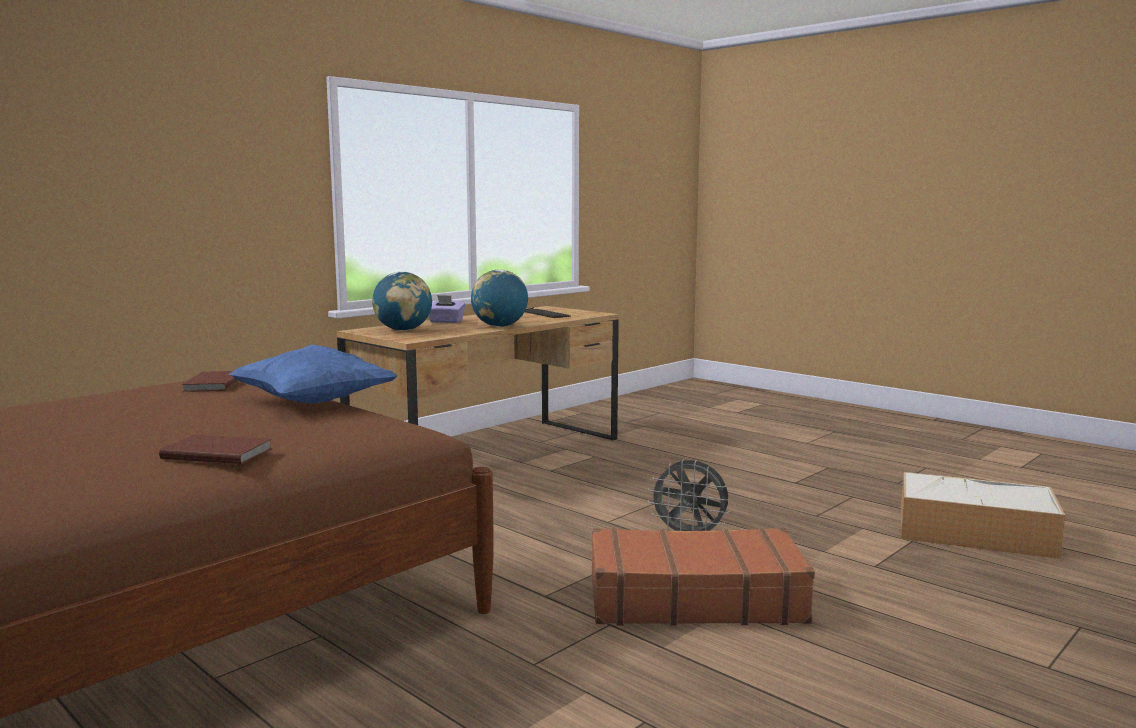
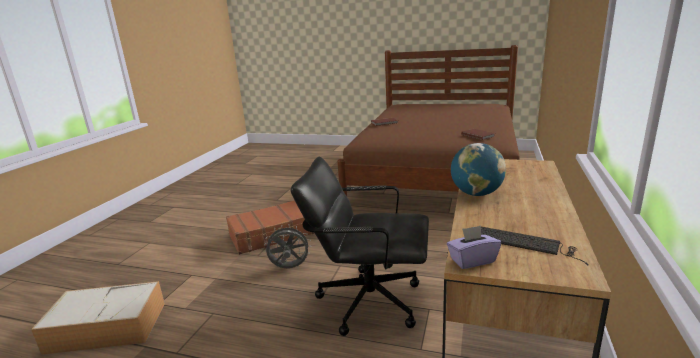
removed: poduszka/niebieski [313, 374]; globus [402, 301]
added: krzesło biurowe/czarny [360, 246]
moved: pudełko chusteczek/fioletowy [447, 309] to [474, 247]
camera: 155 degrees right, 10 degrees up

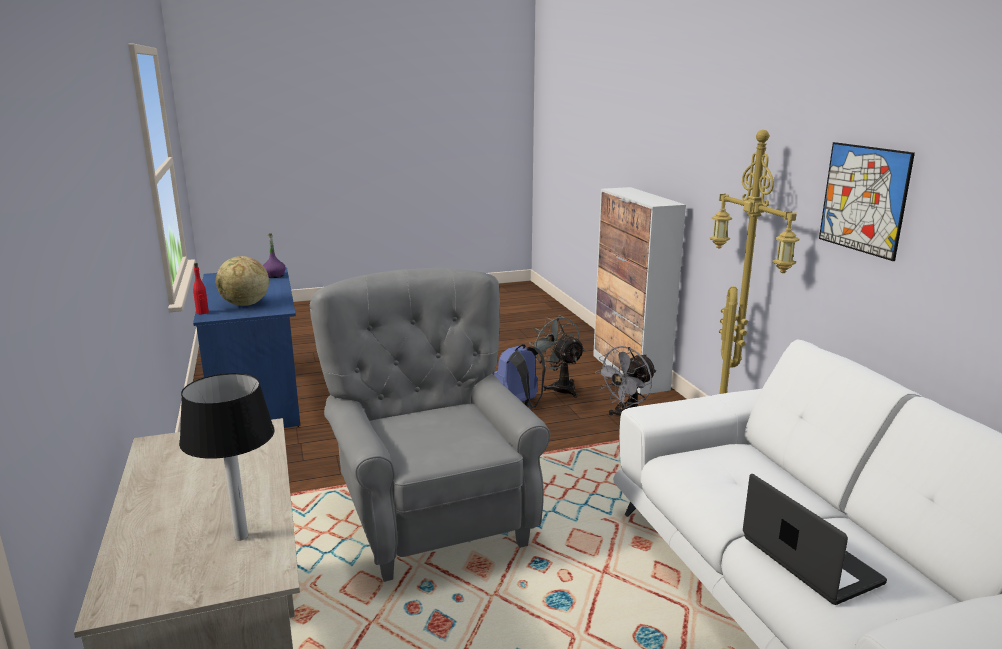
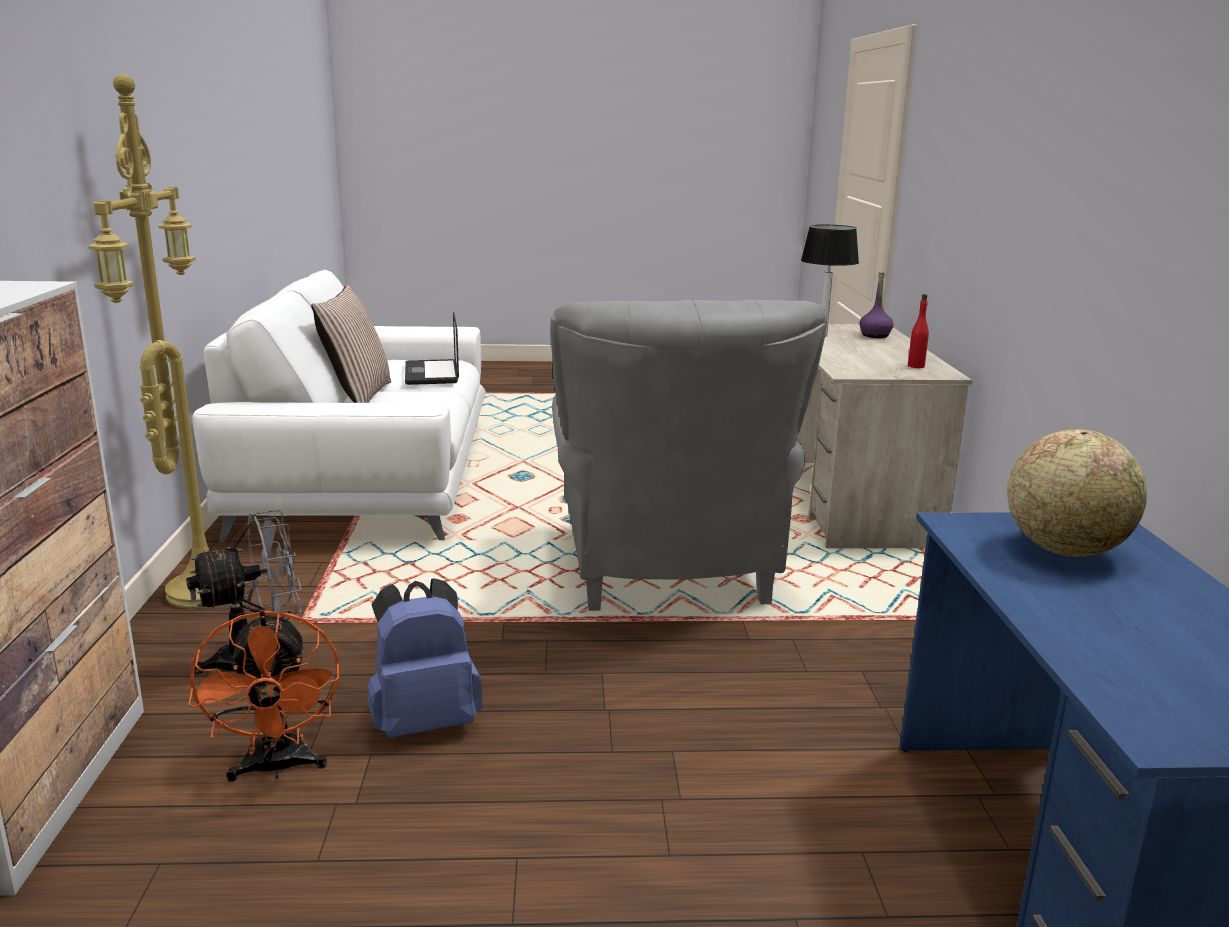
removed: obraz [867, 201]
added: poduszka [351, 343]
moved: butelka/czerwony [201, 288] to [918, 331]; butelka/fioletowy [274, 256] to [876, 304]
recoloured: wentylator/szary [557, 356] to wentylator/pomarańczowy [264, 696]
camera: 165 degrees left, 0 degrees up

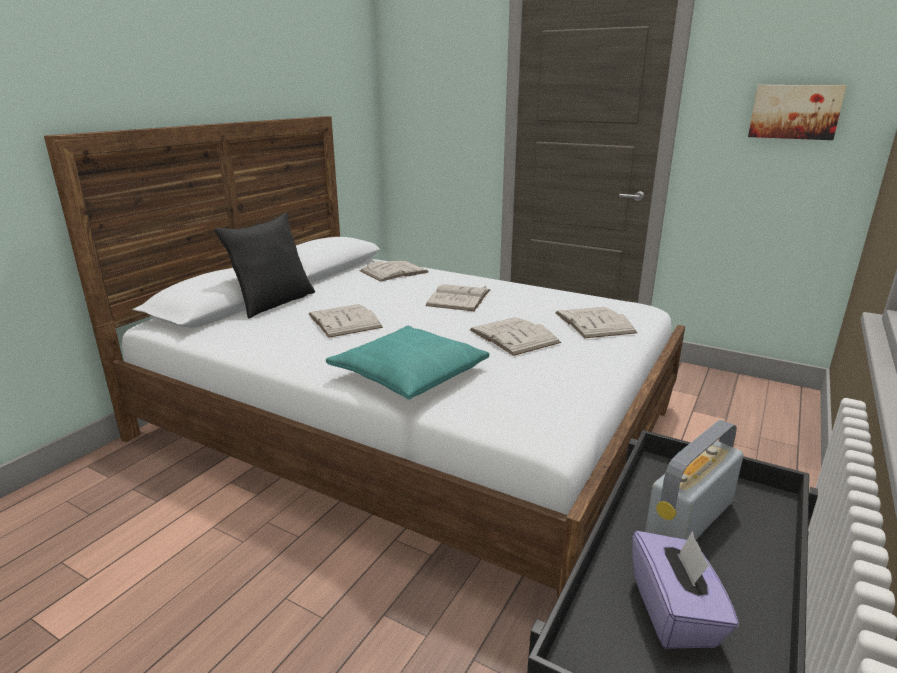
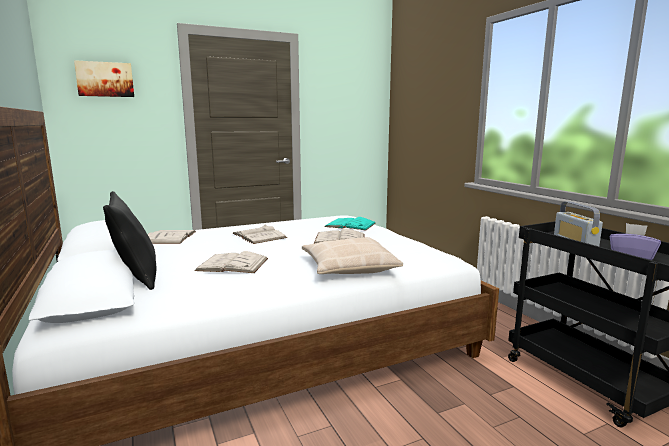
moved: obraz [797, 112] to [104, 78]
recoloured: poduszka/turkusowy [407, 362] to poduszka/beżowy [352, 255]; książka/biały [596, 322] to książka/turkusowy [349, 223]
camera: 55 degrees left, 10 degrees down

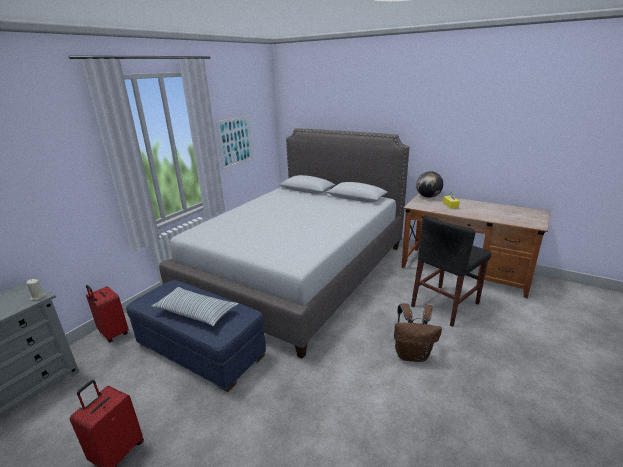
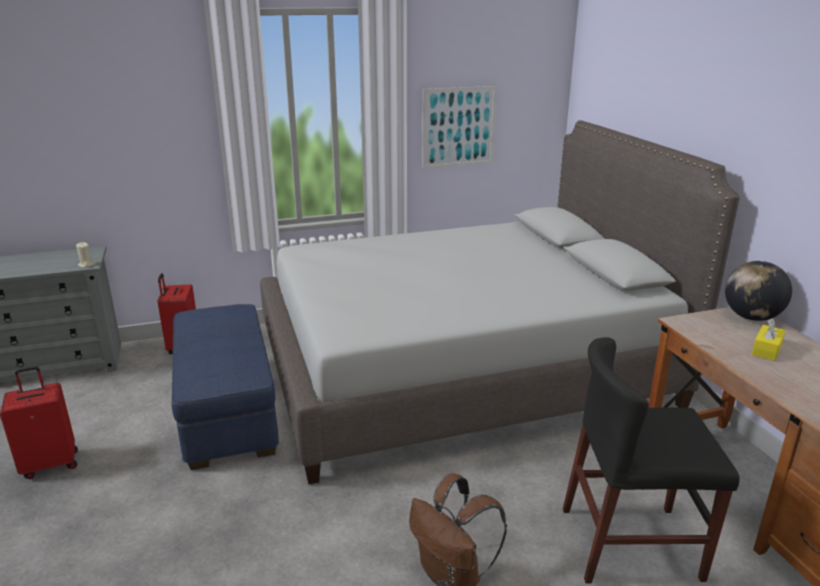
removed: poduszka [194, 306]
camera: 40 degrees right, 0 degrees up

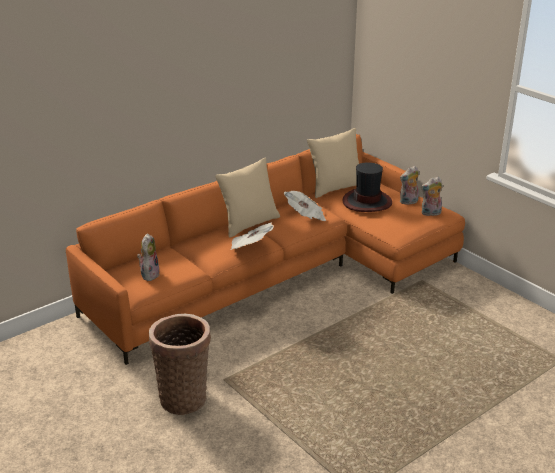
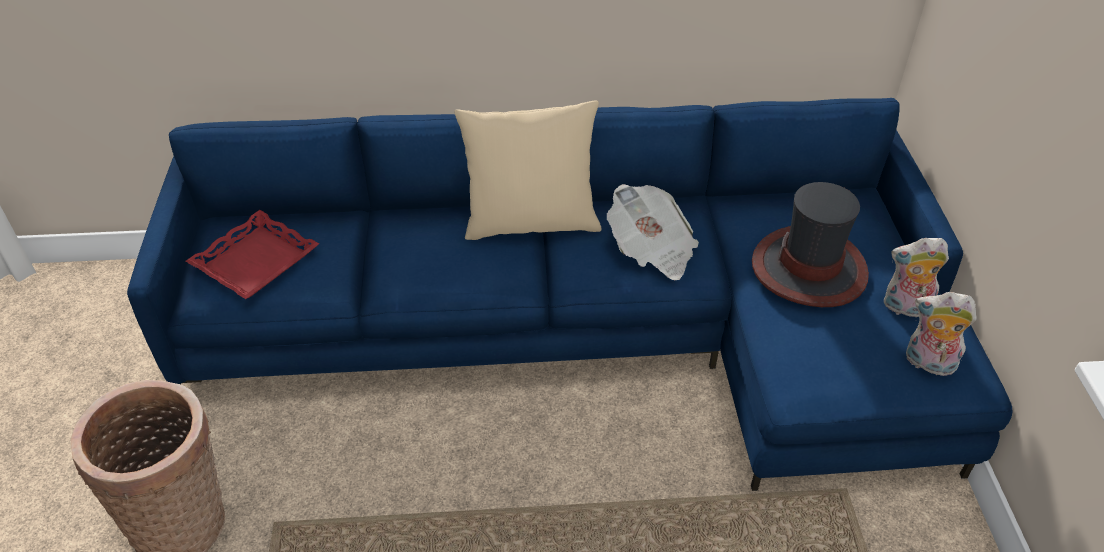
removed: gazeta [252, 236]; poduszka/beżowy [333, 163]
replaced: pluszak [148, 257] to taca/czerwony [252, 254]
recoloured: kanapa/pomarańczowy [265, 249] to kanapa/niebieski [569, 294]
camera: 35 degrees right, 15 degrees up

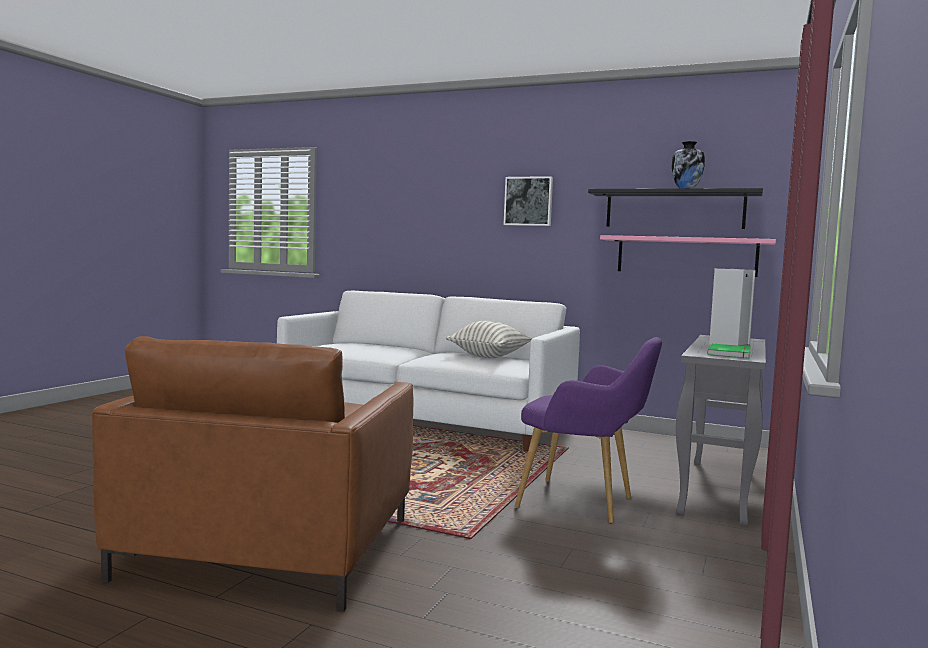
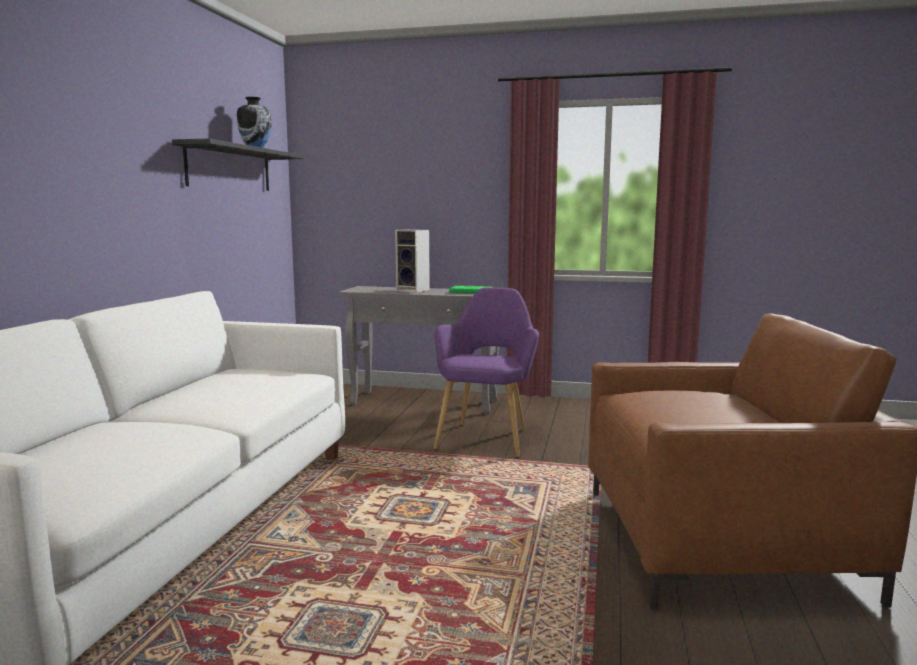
removed: poduszka [489, 339]; obraz [528, 201]; półka/różowy [688, 256]
camera: 100 degrees left, 5 degrees up

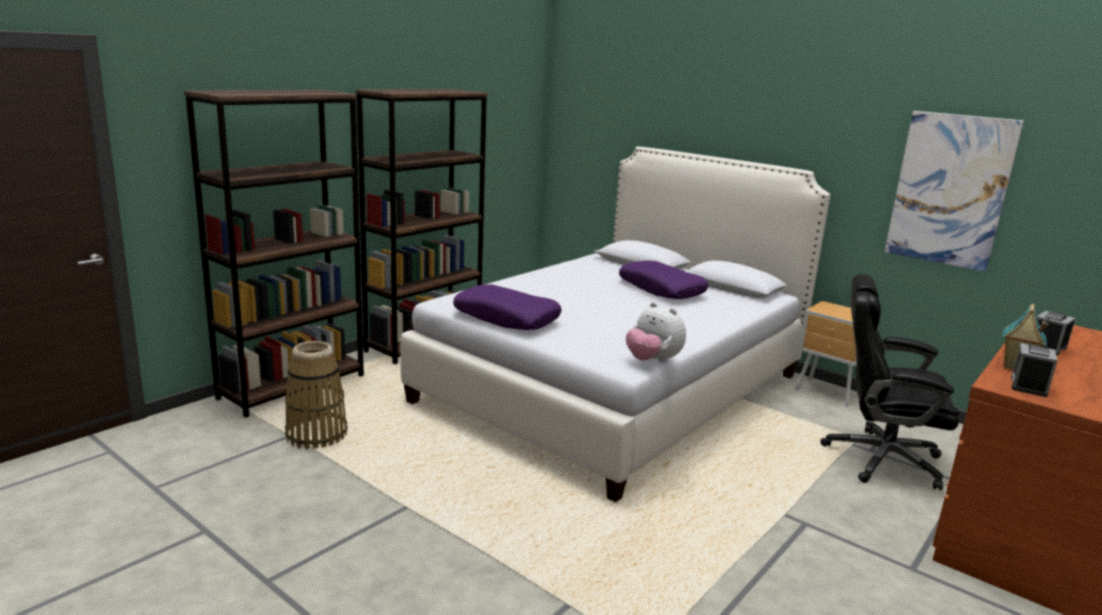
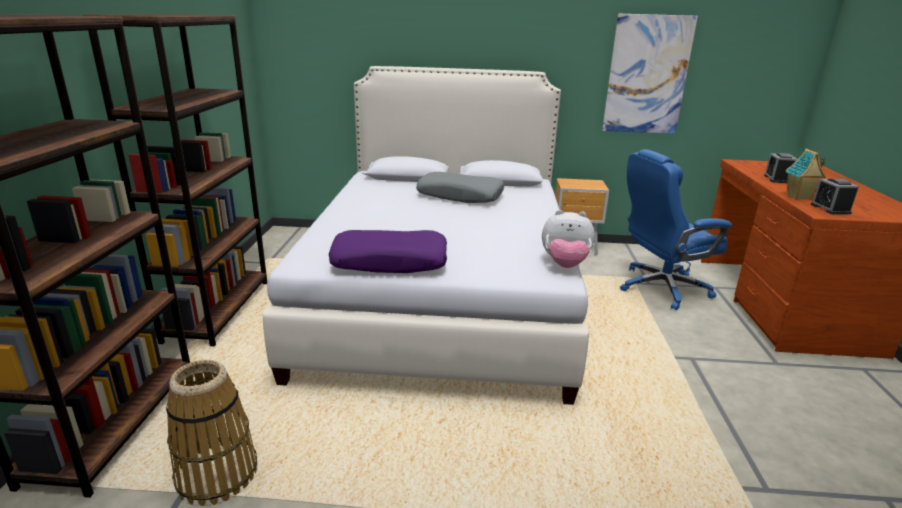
recoloured: poduszka/fioletowy [664, 279] to poduszka/szary [460, 187]; krzesło biurowe/czarny [890, 382] to krzesło biurowe/niebieski [676, 229]
camera: 35 degrees left, 5 degrees up

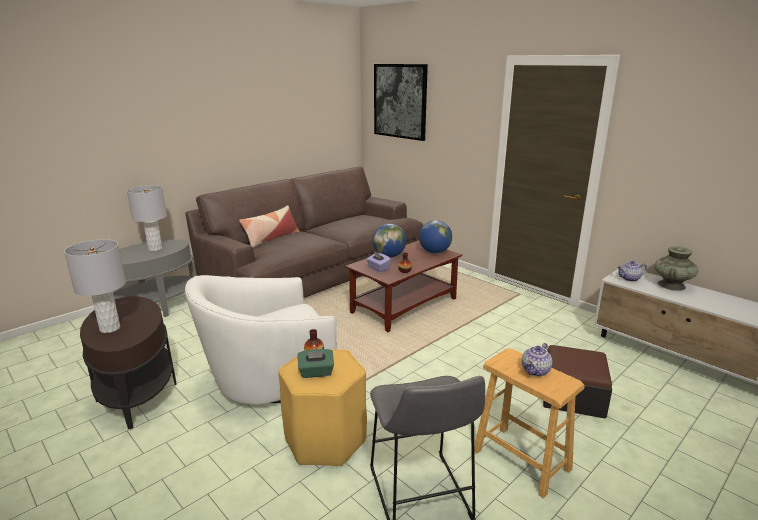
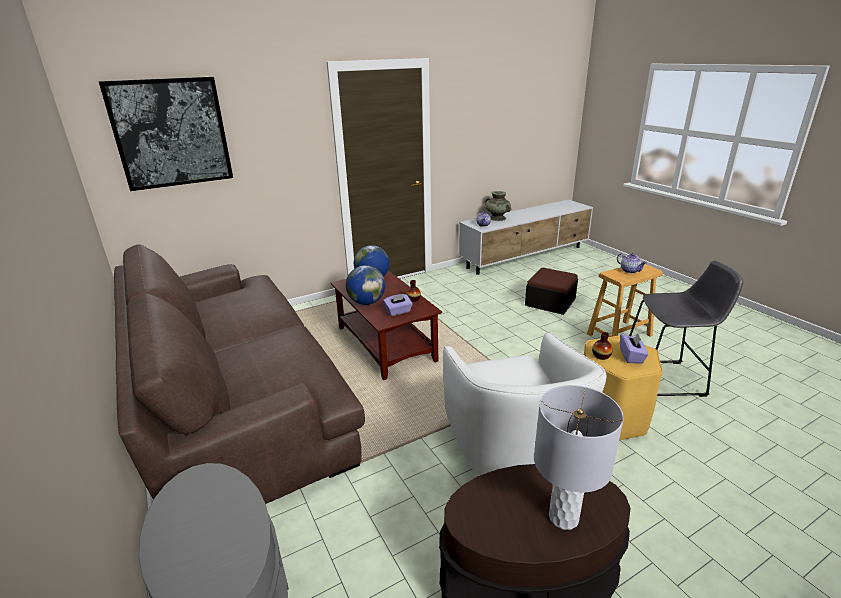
removed: lampa stołowa/szary [147, 218]; poduszka [269, 226]
recoloured: pudełko chusteczek/zielony [316, 363] to pudełko chusteczek/fioletowy [634, 348]
camera: 75 degrees left, 5 degrees up

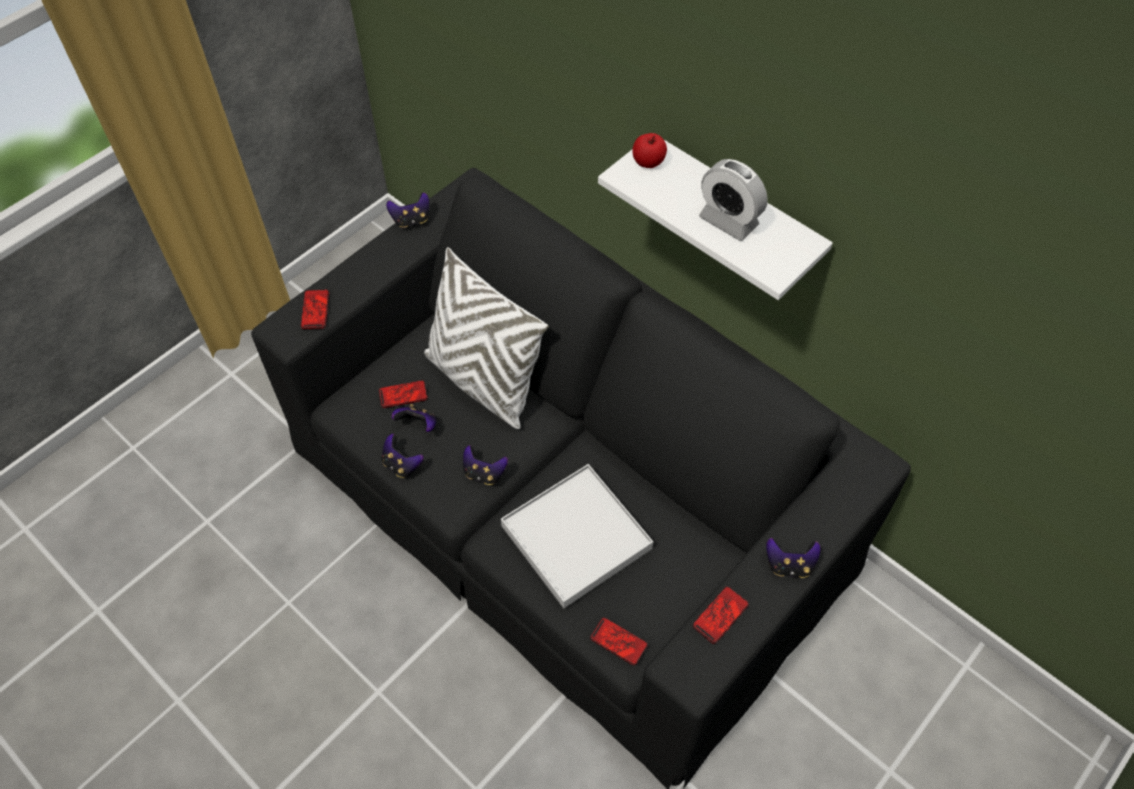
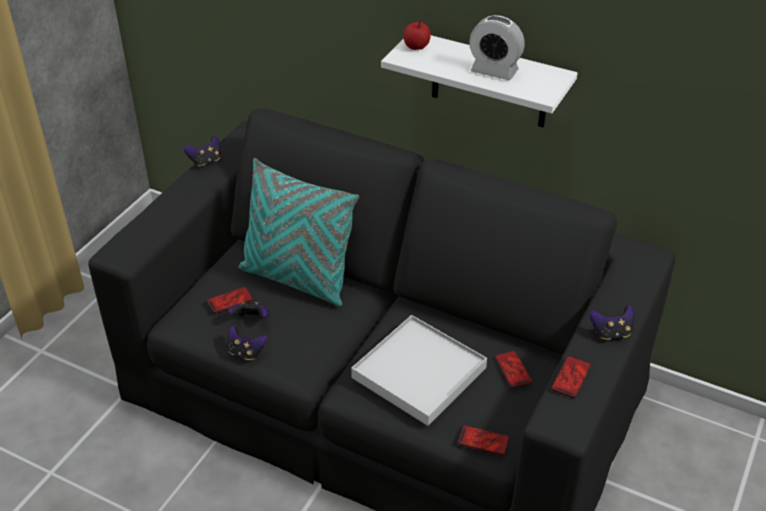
removed: pad do gier [485, 465]
moved: telefon [315, 309] to [513, 369]
recoloured: poduszka/biały [486, 338] to poduszka/turkusowy [299, 232]
camera: 15 degrees left, 15 degrees down

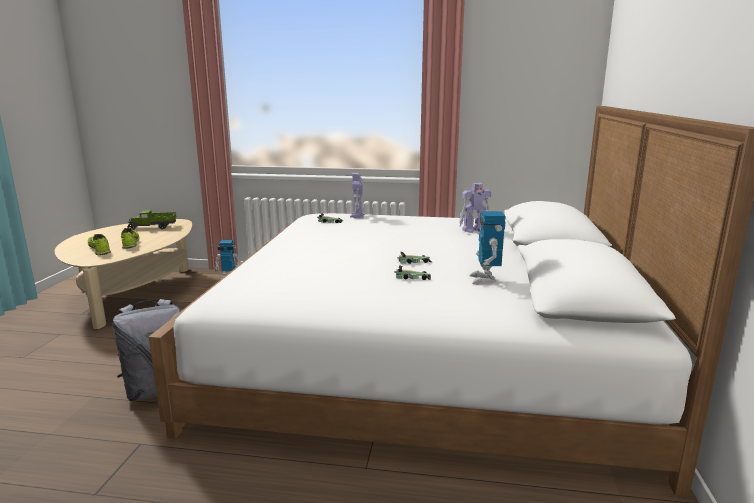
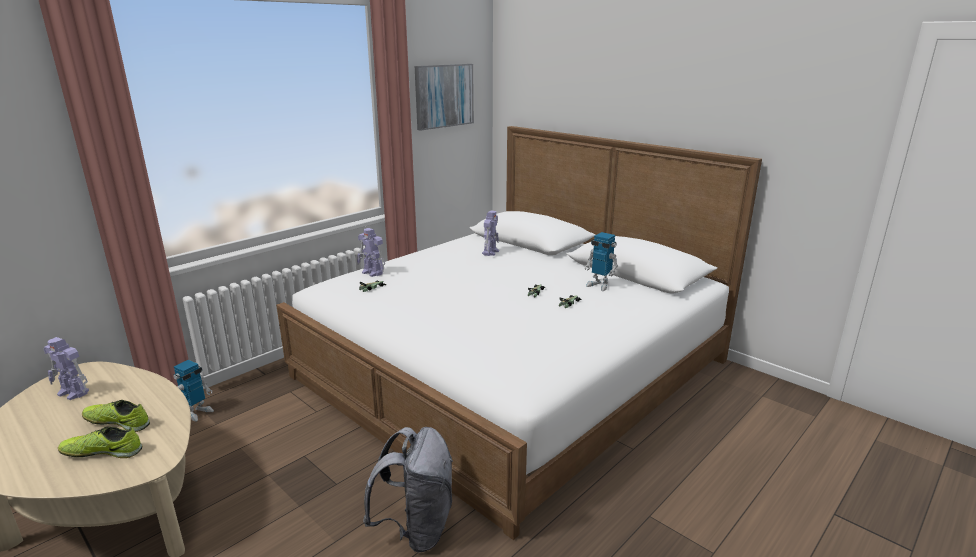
added: obraz [444, 97]
replaced: ciężarówka zabawkowa [152, 220] to robot zabawkowy [66, 368]
camera: 55 degrees left, 5 degrees up

